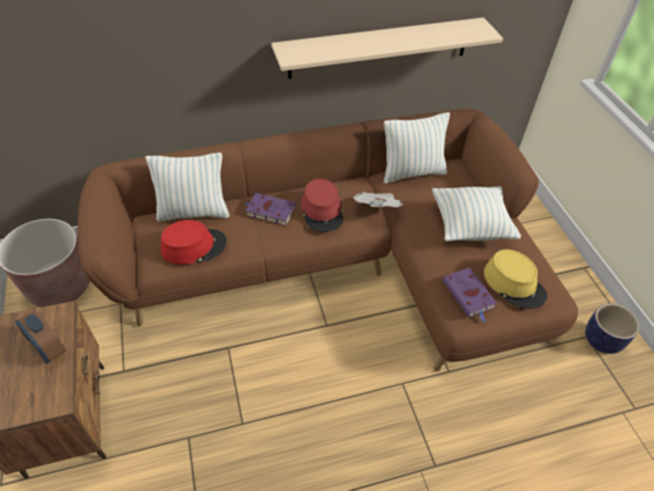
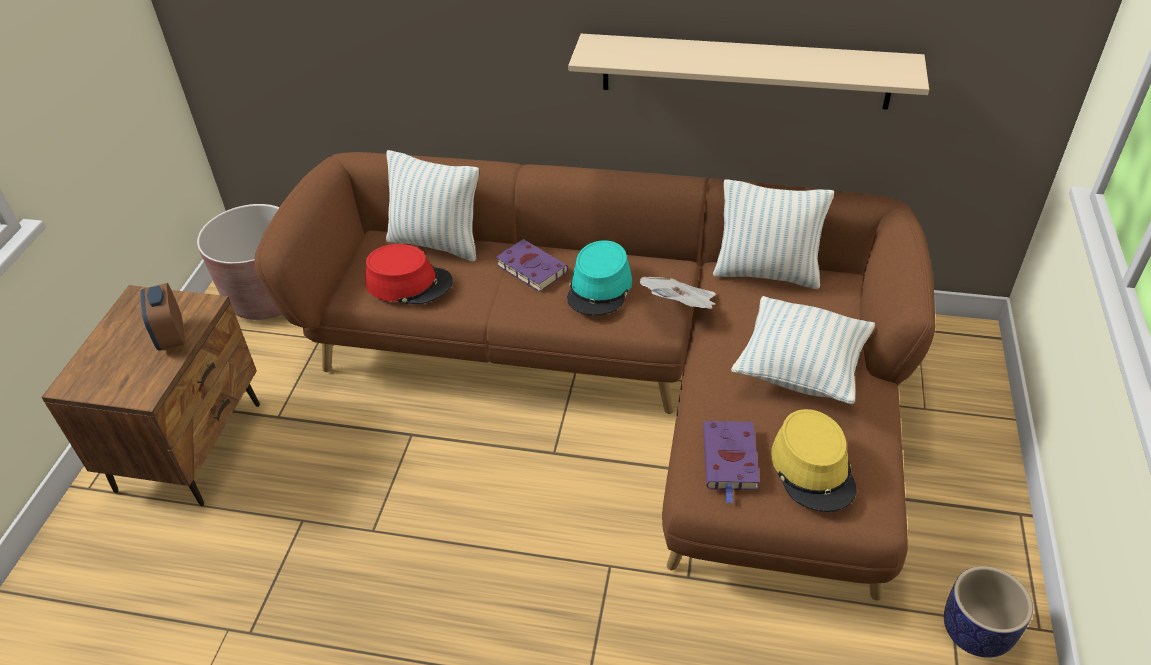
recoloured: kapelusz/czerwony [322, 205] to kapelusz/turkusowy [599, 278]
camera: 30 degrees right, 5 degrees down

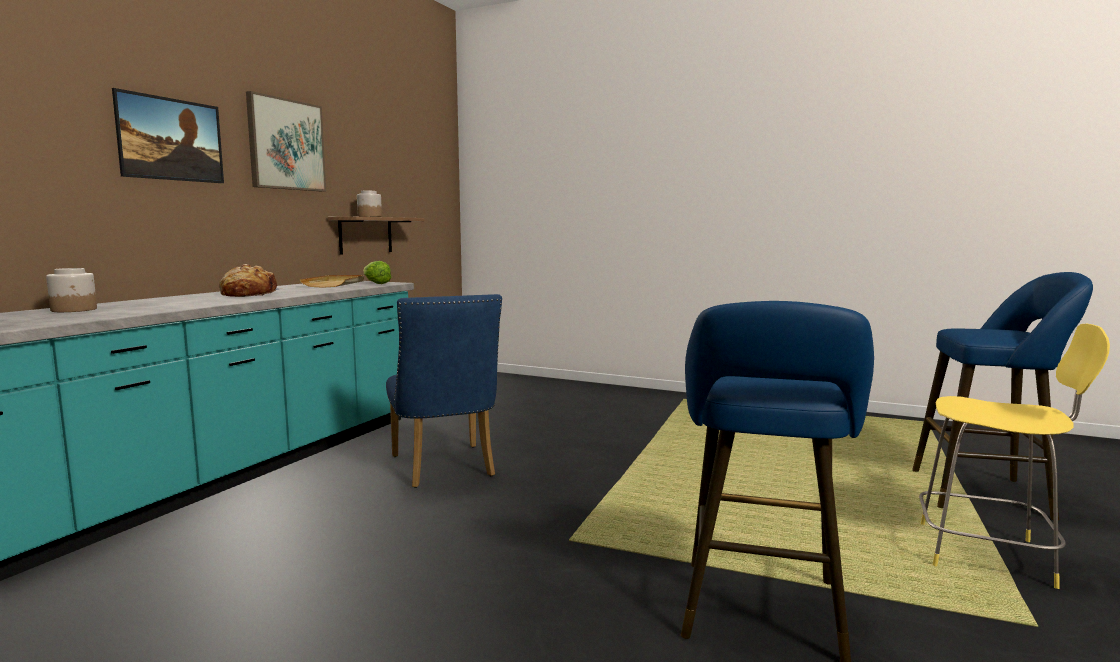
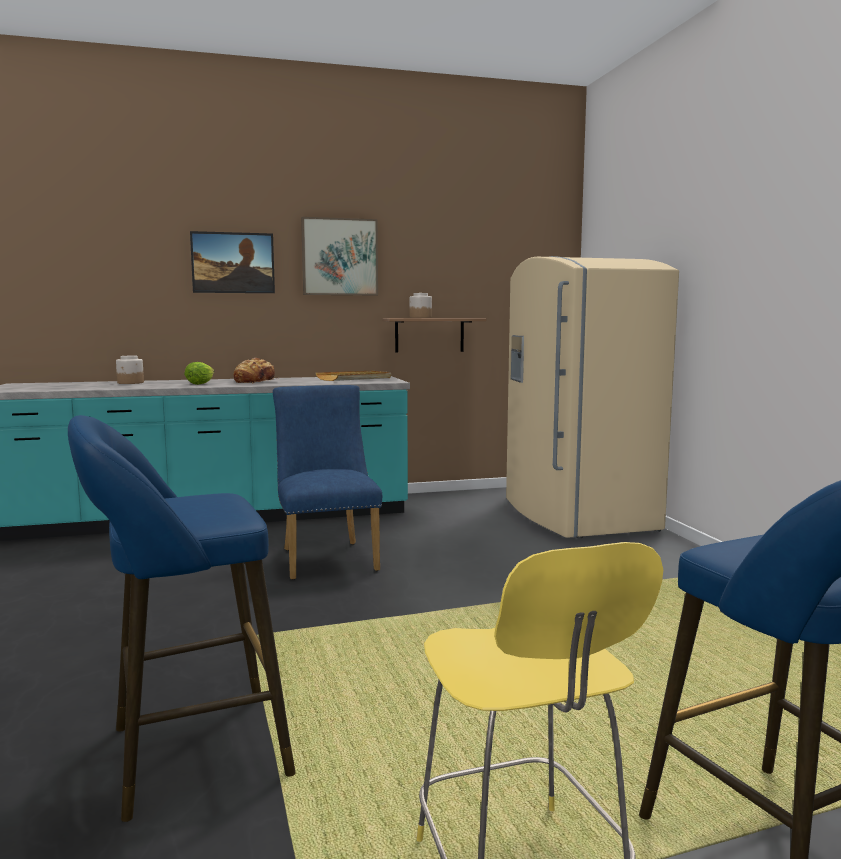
added: lodówka/beżowy [592, 397]
moved: sałata [377, 272] to [199, 373]
turned: krzesło/niebieski [444, 391] = [327, 482] 135 degrees clockwise
camera: 50 degrees right, 0 degrees up

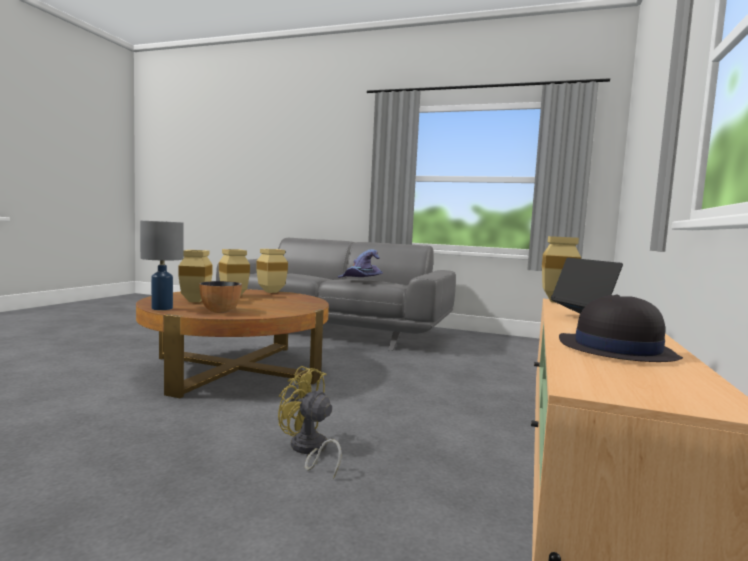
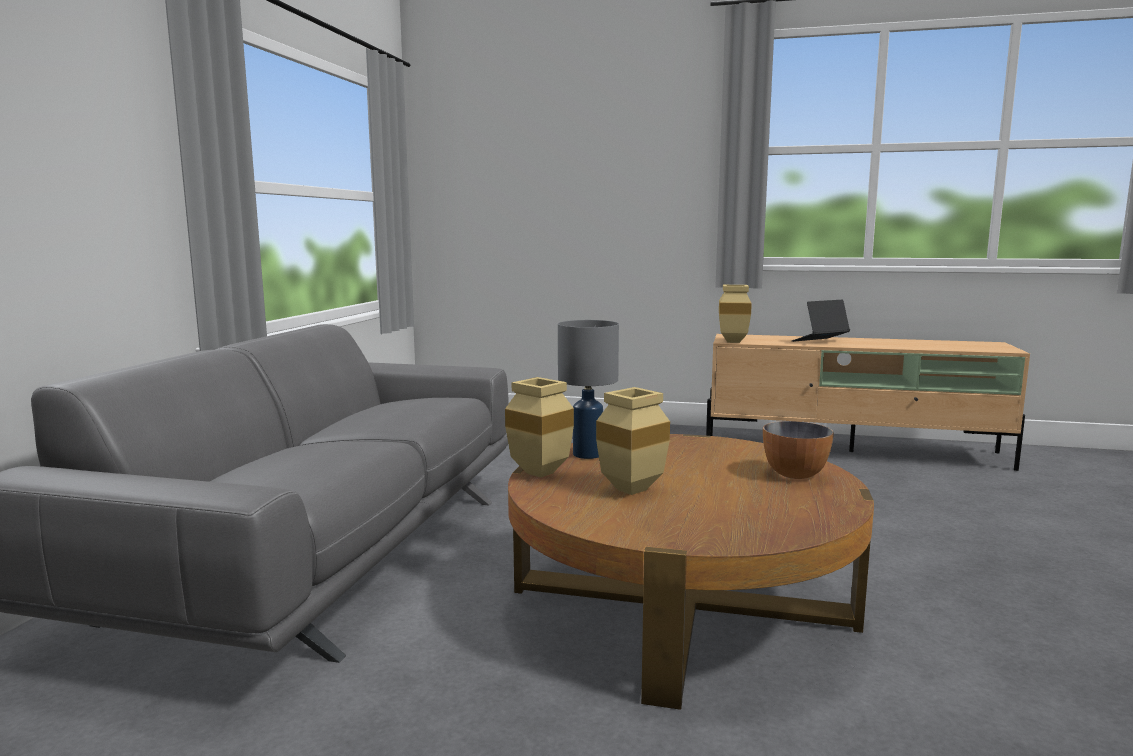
removed: wazon/beżowy [195, 276]; wentylator/żółty [310, 422]; kapelusz/fioletowy [360, 263]; kapelusz/czarny [621, 328]
moved: lampa stołowa/szary [162, 265] to [588, 389]
camera: 95 degrees left, 5 degrees up

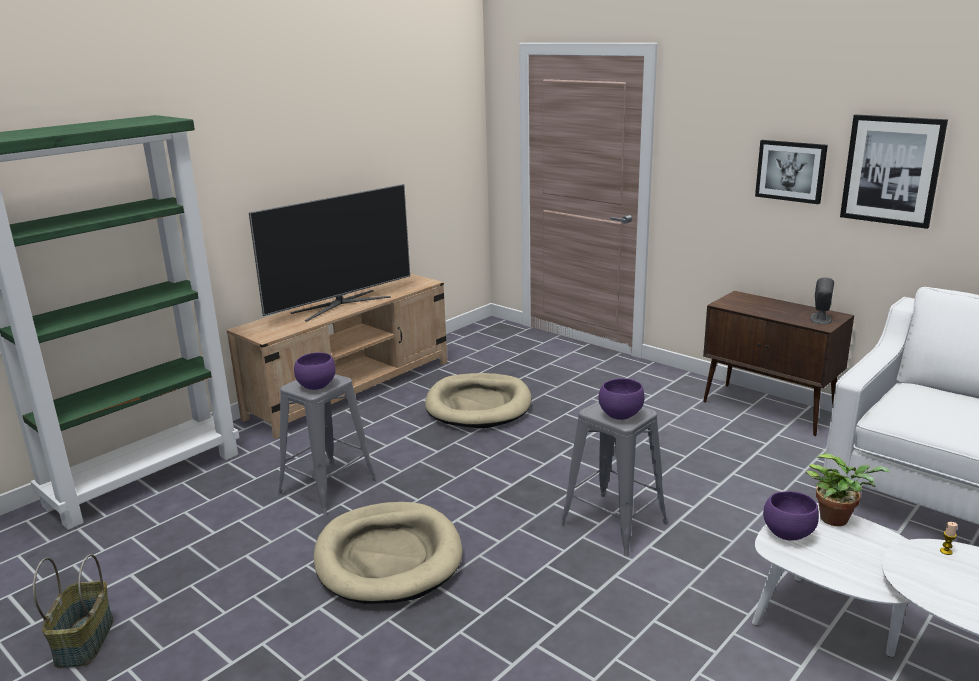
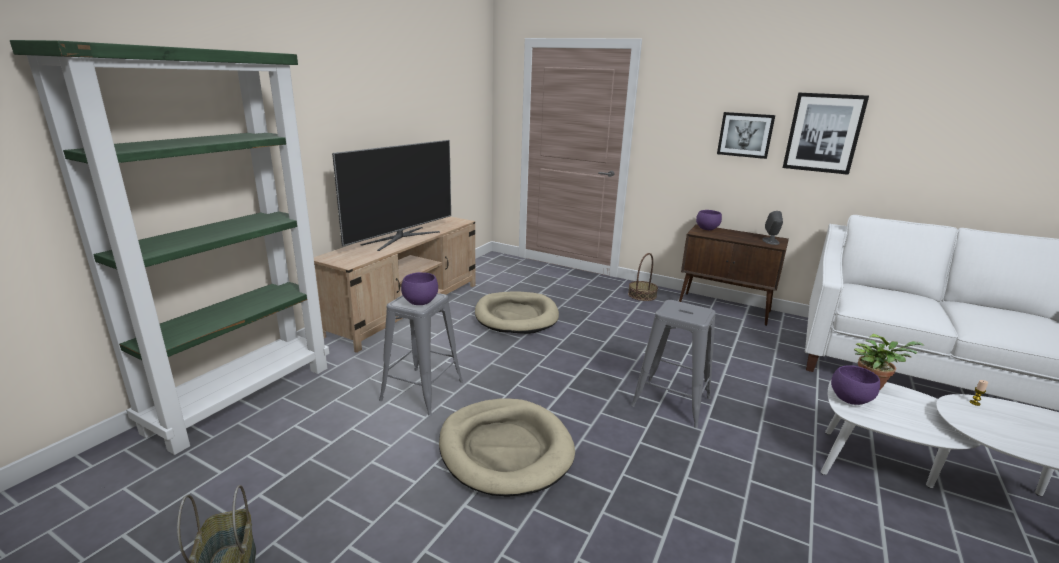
added: koszyk [643, 277]
moved: miska/fioletowy [621, 399] to [709, 220]
camera: 15 degrees left, 0 degrees up

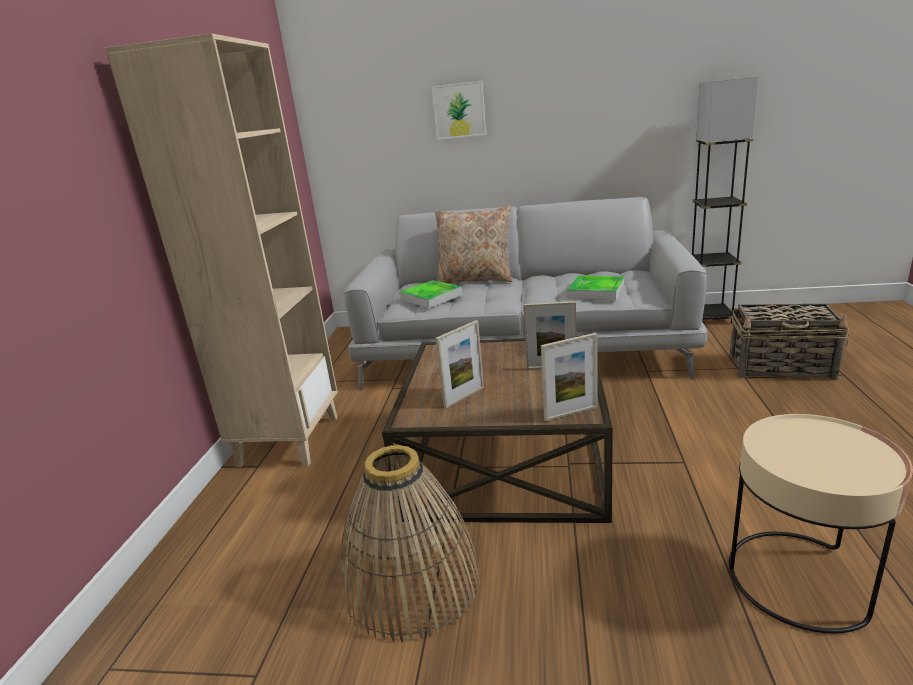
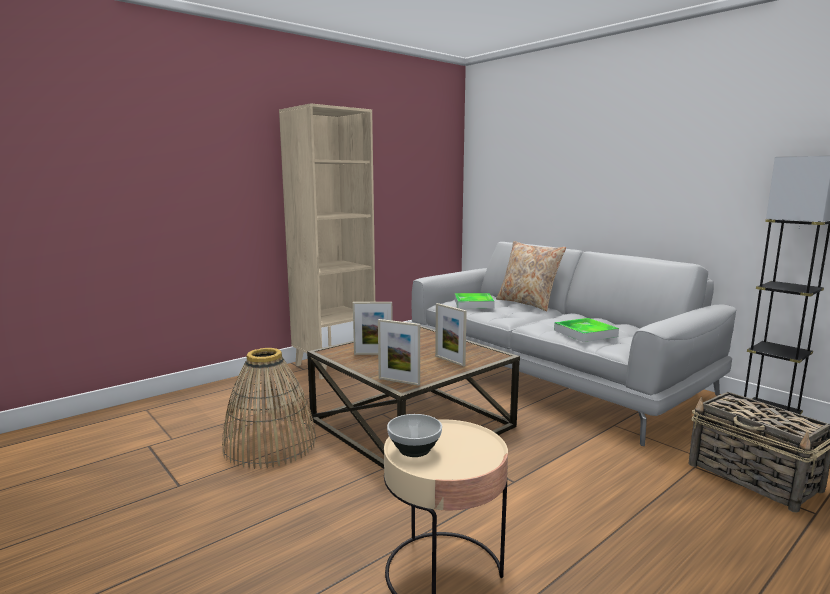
removed: obraz [459, 110]
added: miska [414, 435]
camera: 40 degrees right, 10 degrees down

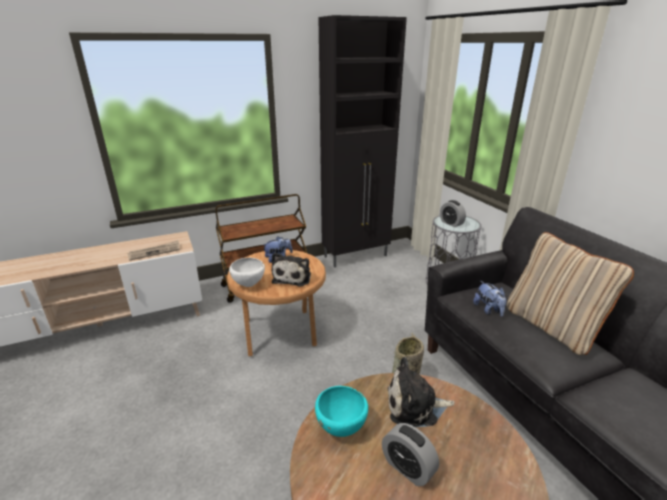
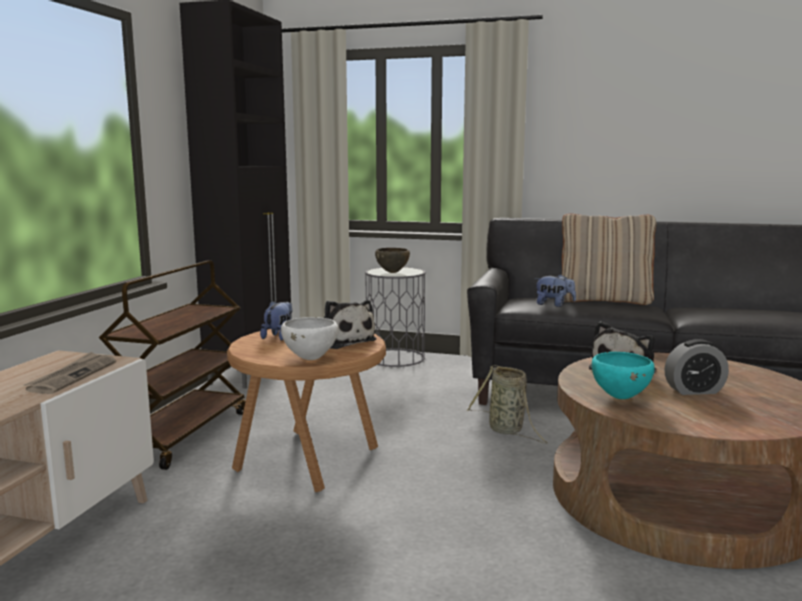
replaced: budzik [453, 213] to miska/brązowy [392, 260]
camera: 50 degrees left, 15 degrees down

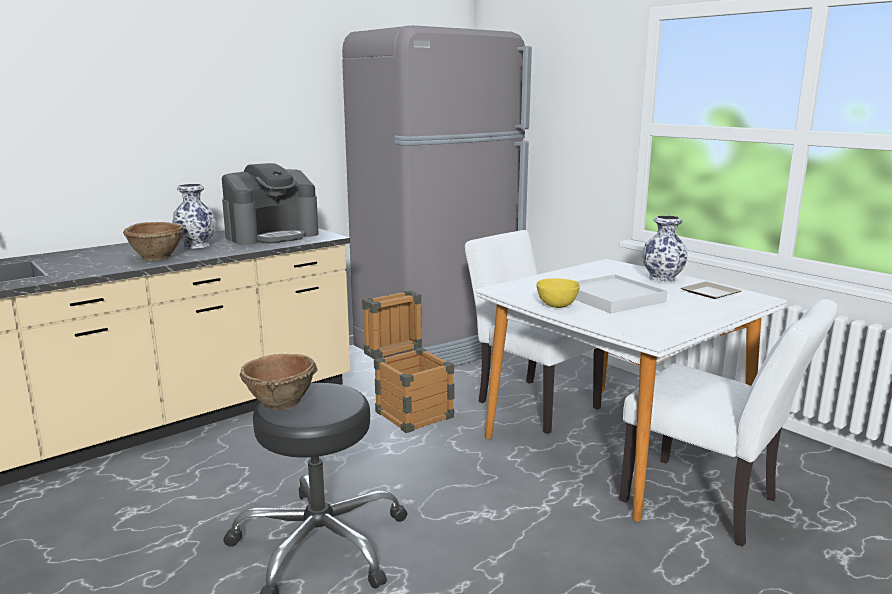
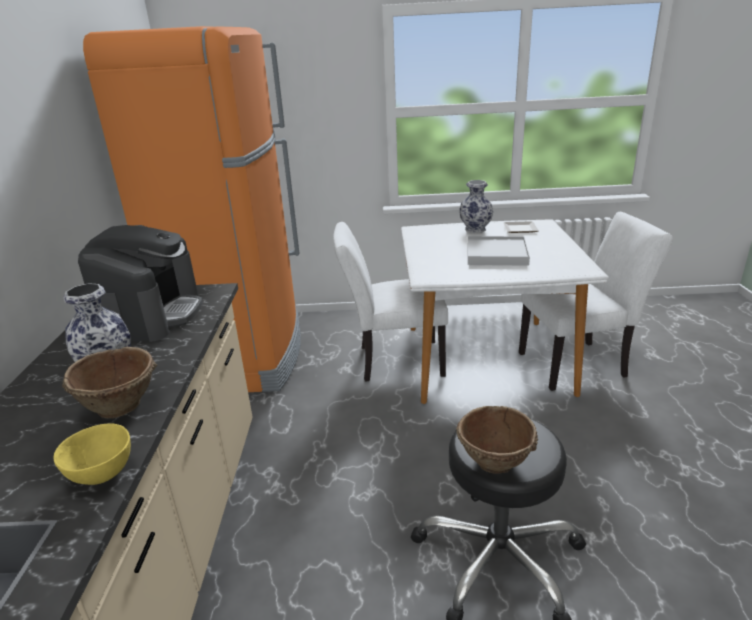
removed: skrzynka [408, 361]
moved: miska/żółty [558, 293] to [92, 454]
recoloured: lodówka/szary [437, 196] to lodówka/pomarańczowy [192, 209]
camera: 50 degrees left, 10 degrees up

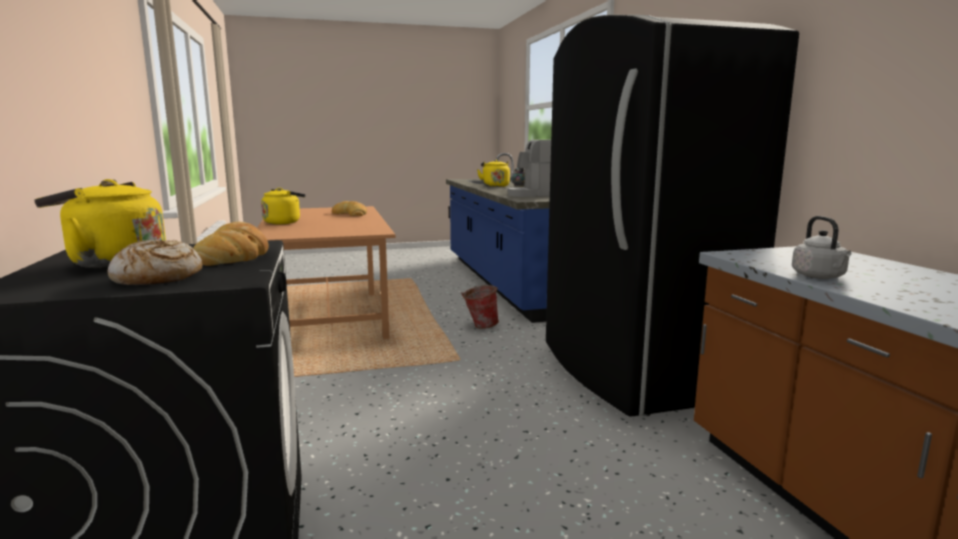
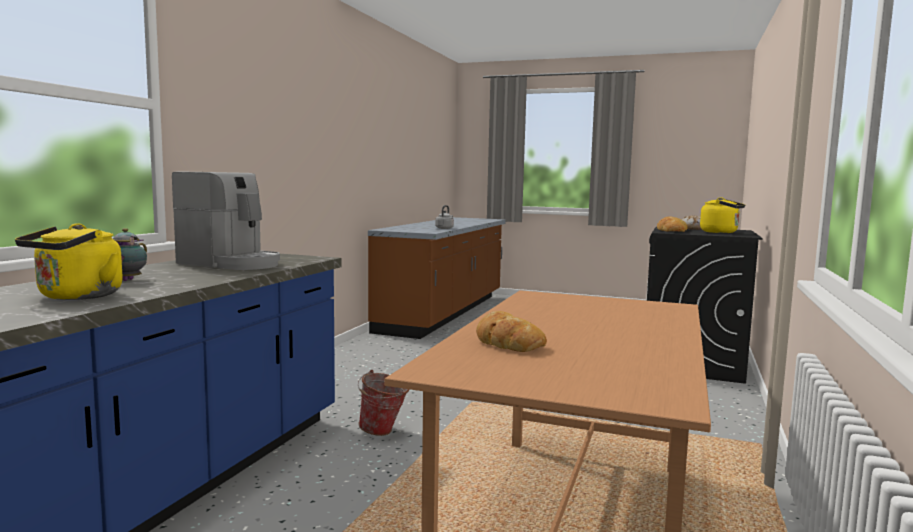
removed: czajnik/żółty [283, 206]; lodówka/czarny [672, 215]
camera: 145 degrees left, 5 degrees down

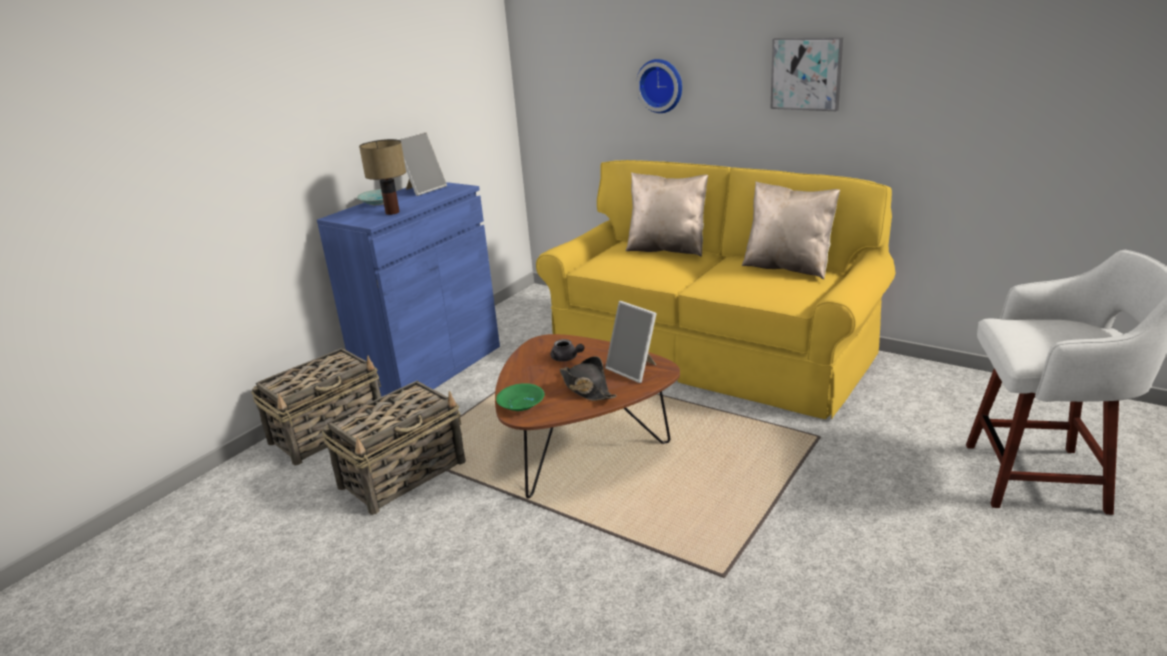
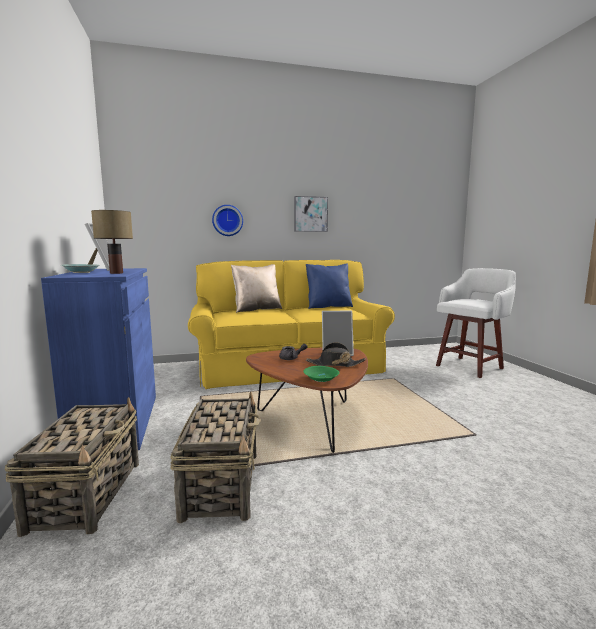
recoloured: poduszka/beżowy [791, 230] to poduszka/niebieski [329, 286]
camera: 50 degrees left, 15 degrees down

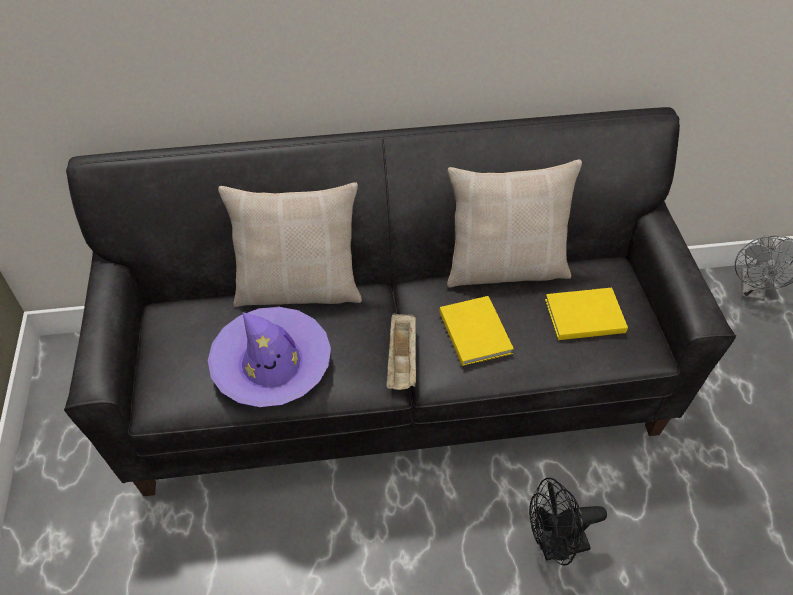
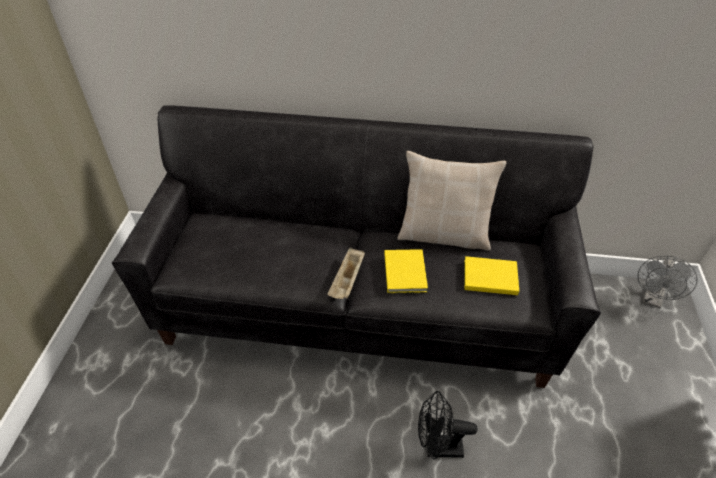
removed: kapelusz/fioletowy [269, 357]; poduszka/beżowy [290, 244]
camera: 15 degrees right, 5 degrees down

